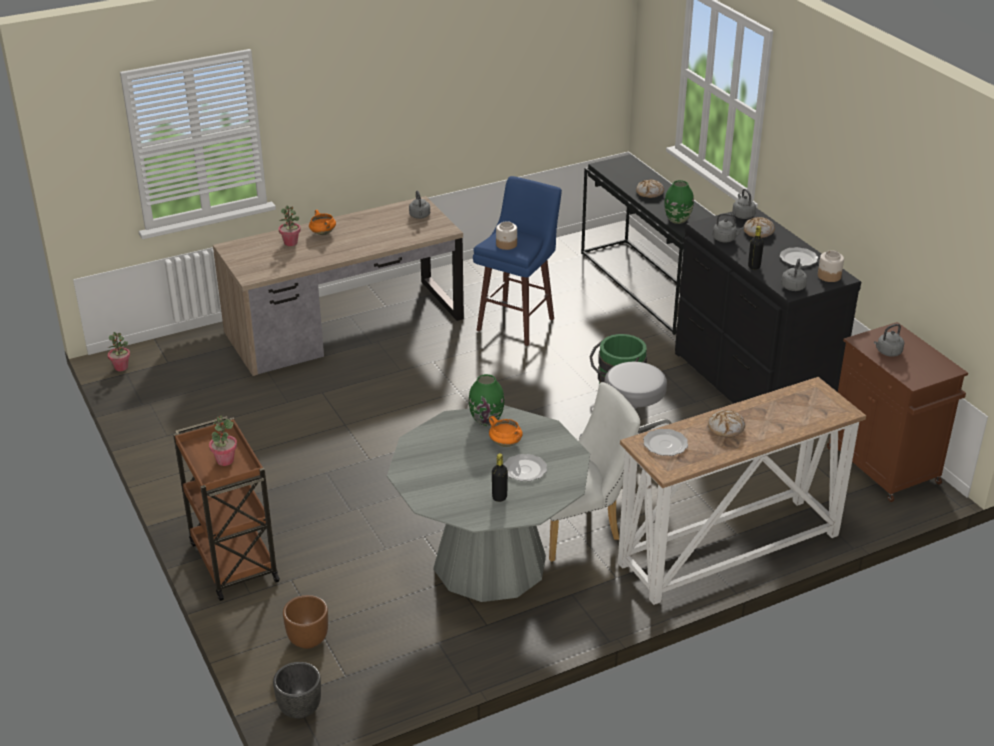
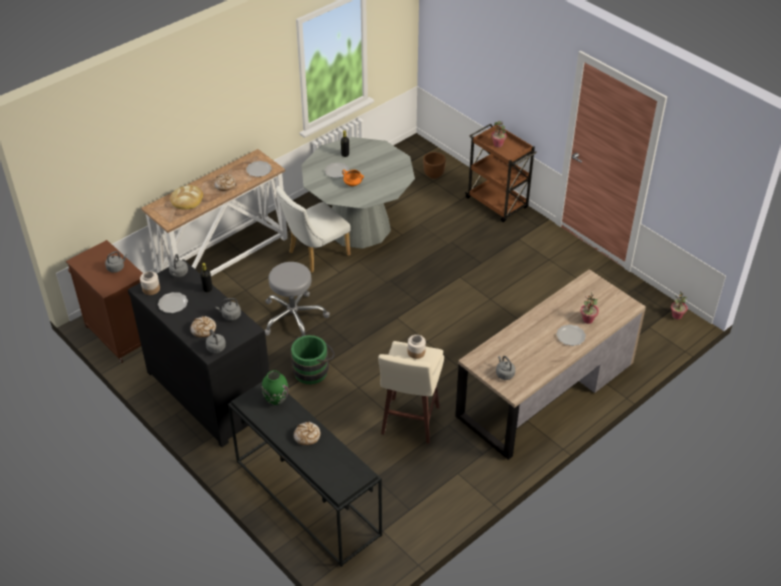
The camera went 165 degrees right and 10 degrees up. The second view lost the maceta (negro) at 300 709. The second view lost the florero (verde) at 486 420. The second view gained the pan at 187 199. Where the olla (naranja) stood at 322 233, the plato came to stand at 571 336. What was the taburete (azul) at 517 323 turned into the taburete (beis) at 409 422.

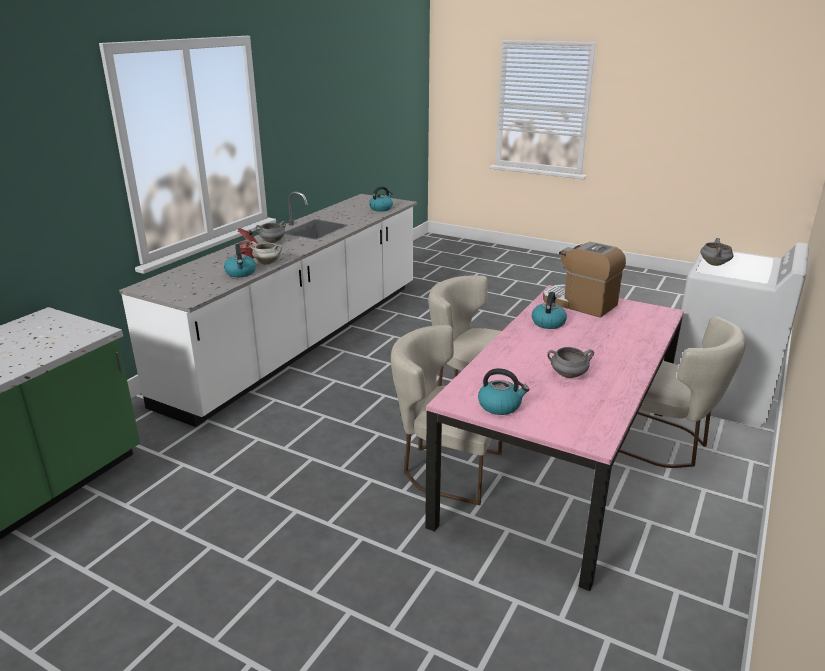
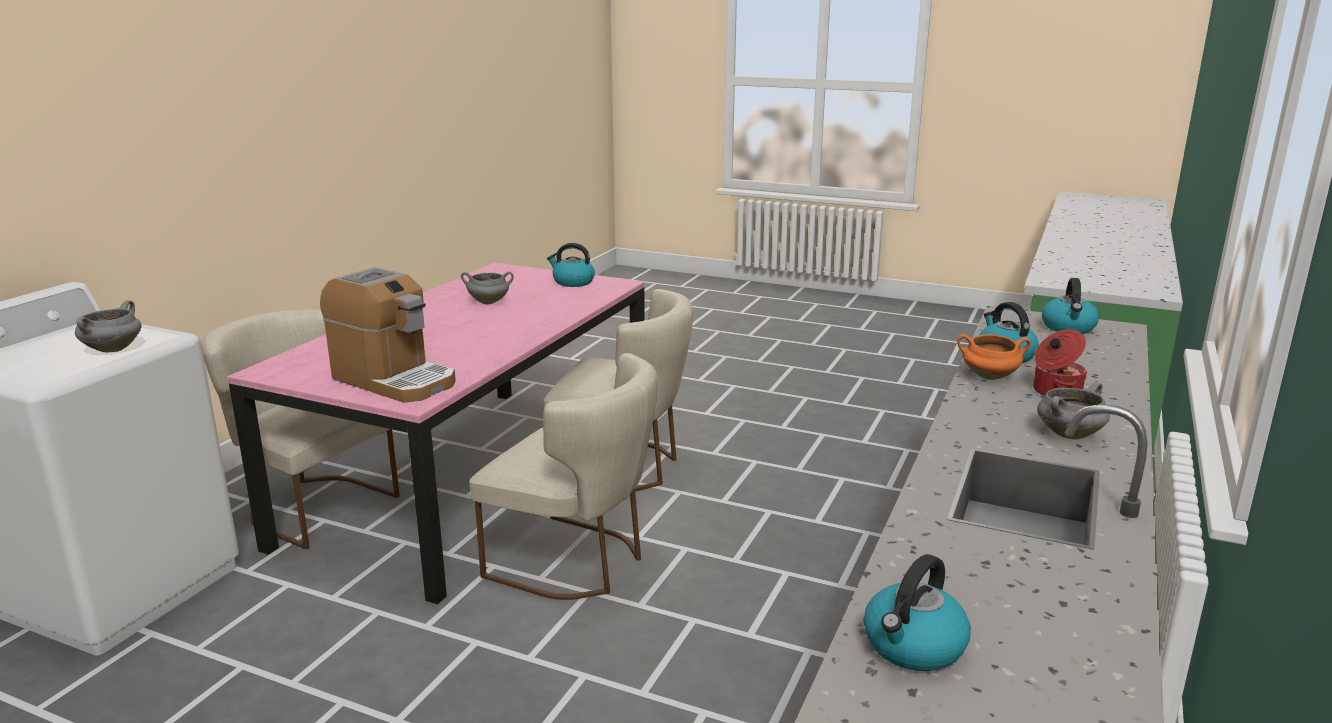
The camera went 175 degrees right and 5 degrees down. The hervidor ended up elsewhere, having gone from 548 323 to 1068 328. What was the olla (blanco) at 268 263 turned into the olla (naranja) at 989 377.

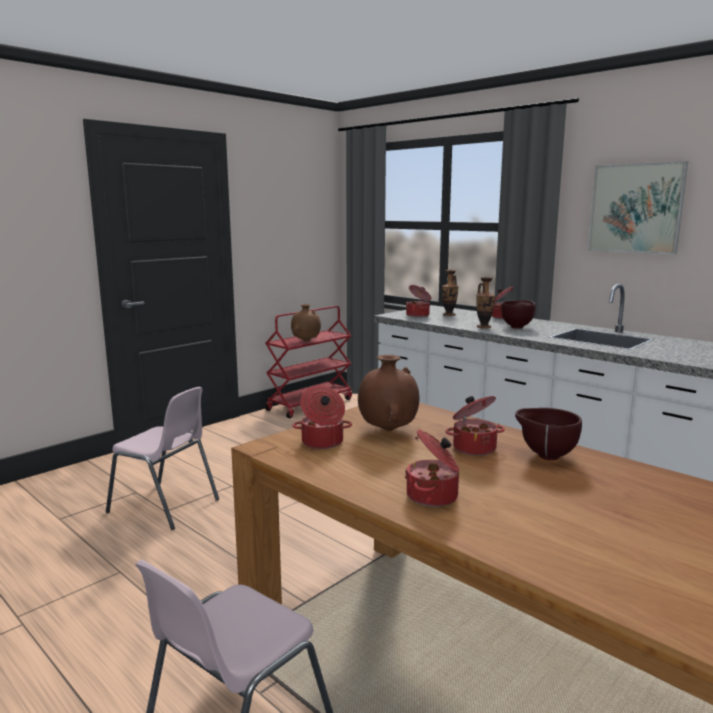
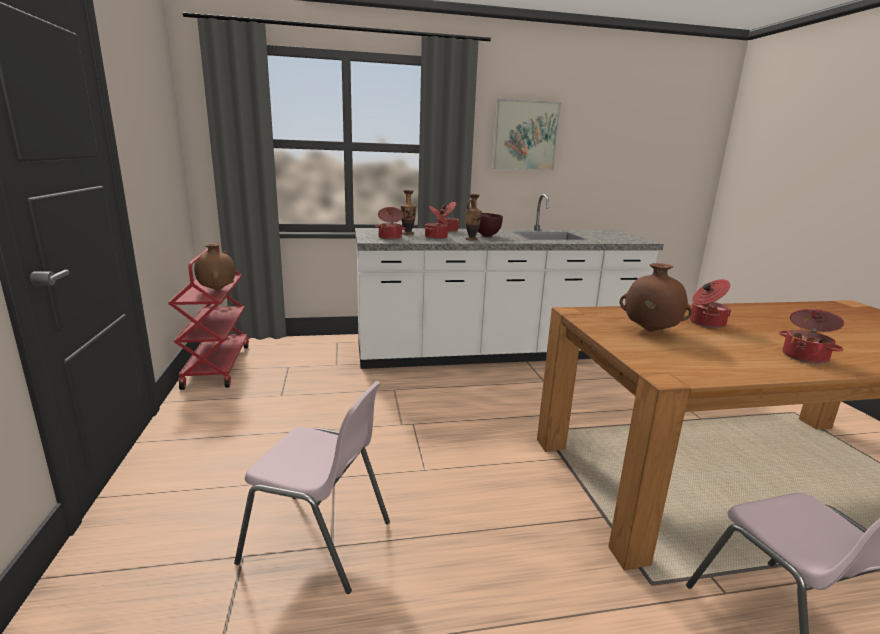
The camera went 55 degrees left and 5 degrees up. The second view lost the cuenco (marrón) at 545 456. The olla ended up elsewhere, having gone from 322 442 to 436 237. The silla (rosa) at 165 506 ended up facing another way, 45 degrees clockwise from before.

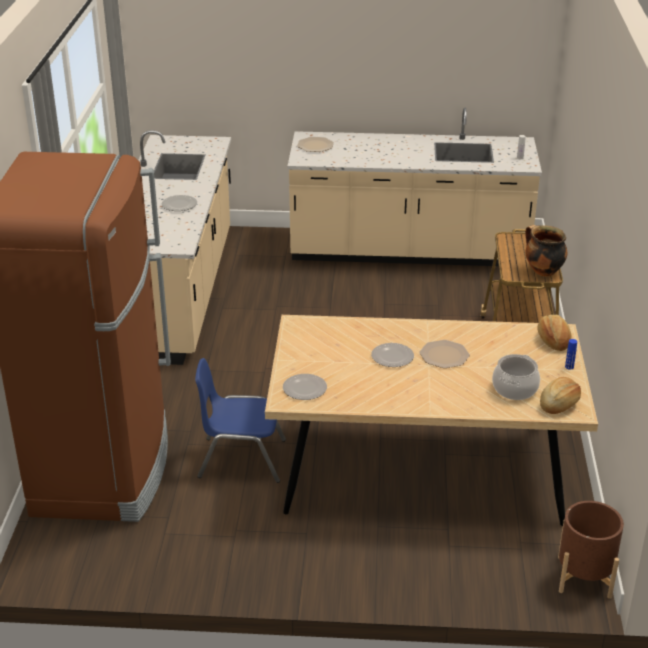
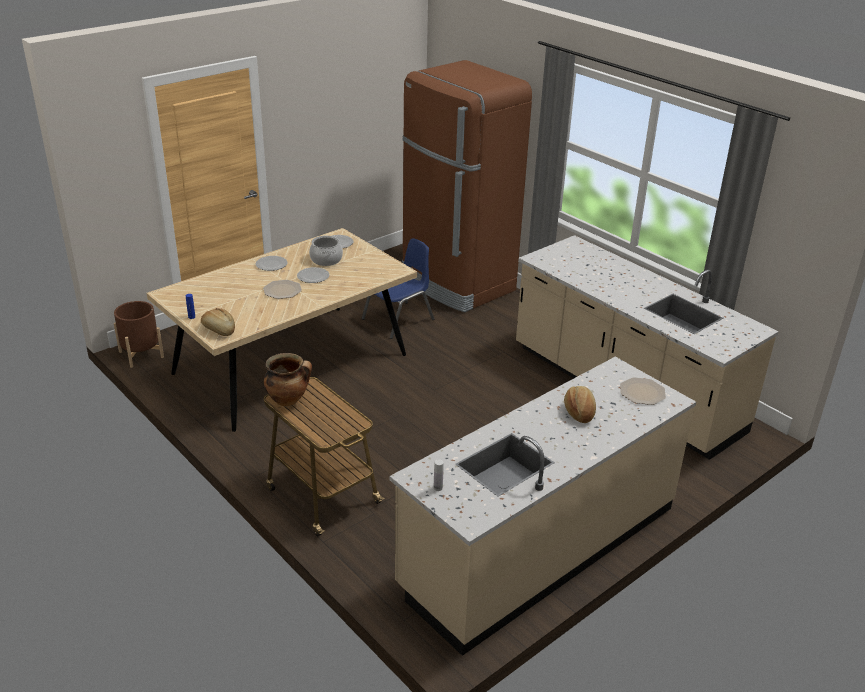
The camera went 135 degrees right and 0 degrees up. The plato ended up elsewhere, having gone from 179 204 to 272 265. The olla ended up elsewhere, having gone from 514 388 to 326 260. The pan ended up elsewhere, having gone from 559 404 to 579 411.

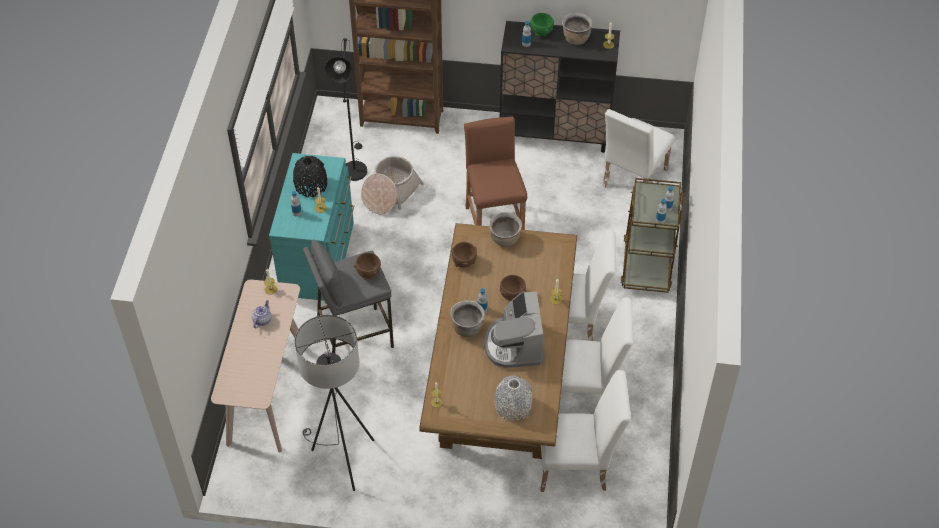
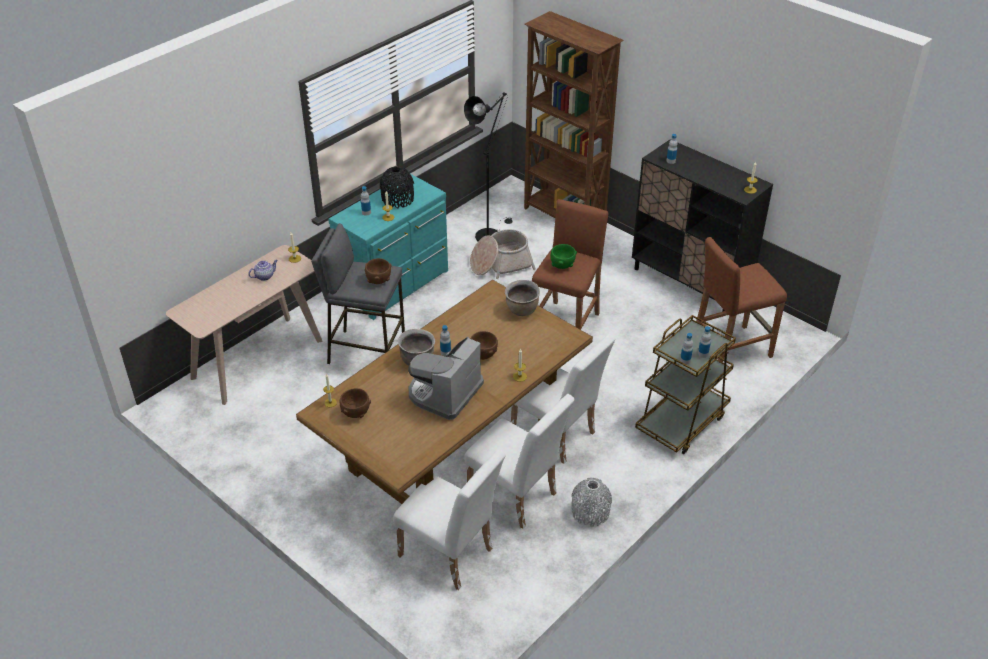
The camera went 35 degrees right and 10 degrees down. The second view lost the lámpara de pie (gris) at 341 459. The second view lost the olla (marrón) at 575 39. The cuenco (marrón) ended up elsewhere, having gone from 464 262 to 355 413. The florero (gris) ended up elsewhere, having gone from 513 406 to 590 512. The cuenco (verde) ended up elsewhere, having gone from 541 32 to 562 265. Where the silla (blanco) stood at 631 181, the taburete (marrón) came to stand at 730 349.

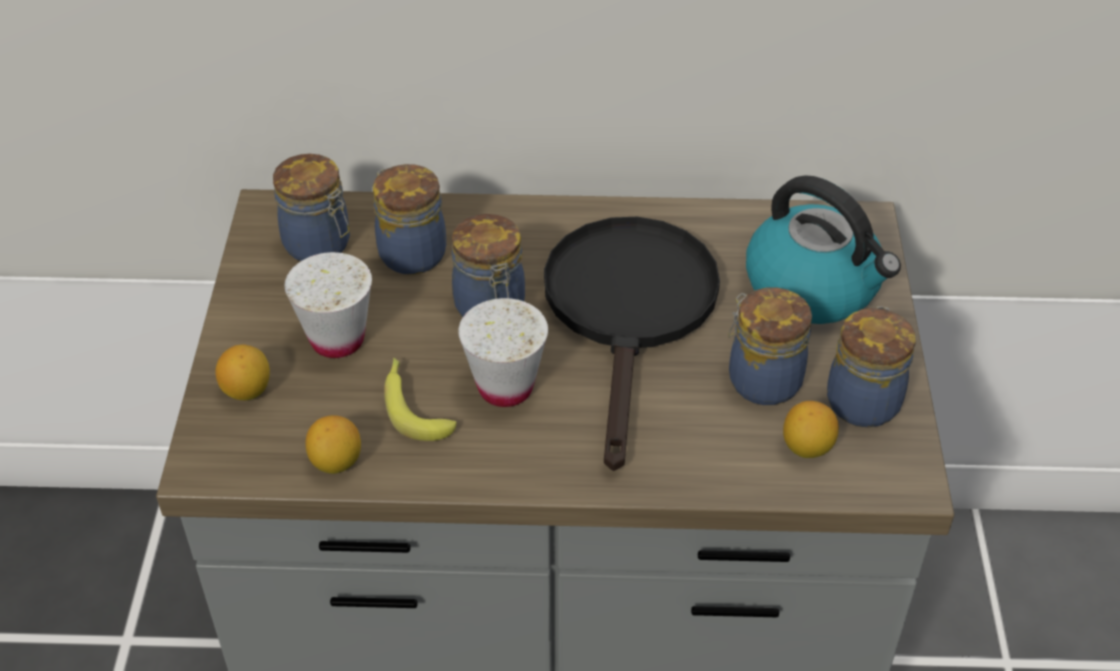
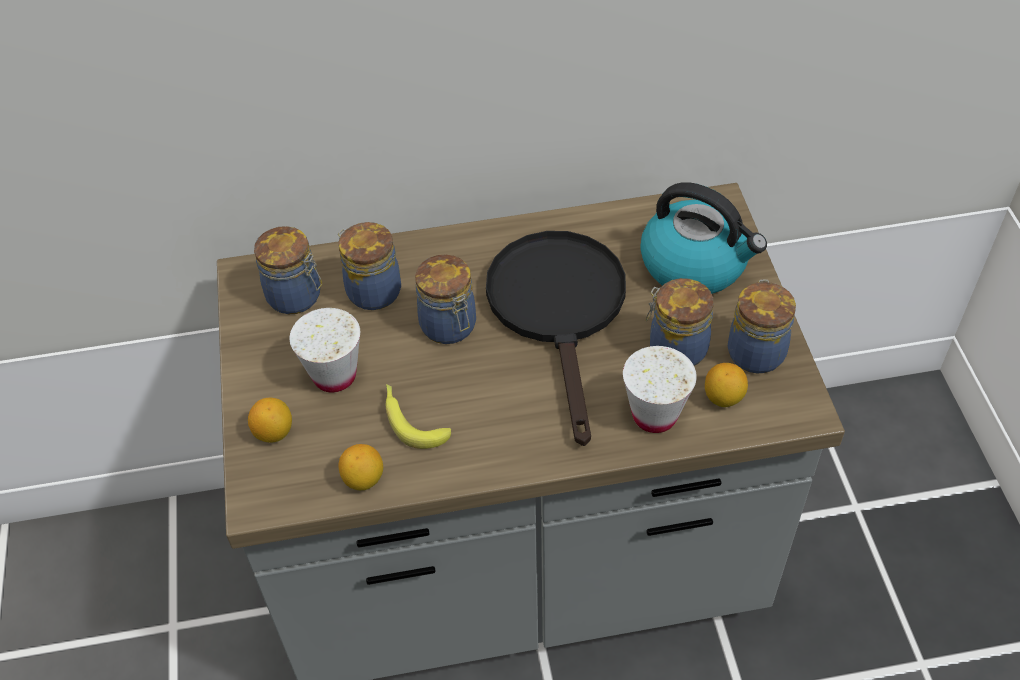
The camera went 10 degrees left and 5 degrees up. The taza (blanco) ended up elsewhere, having gone from 505 387 to 654 415.

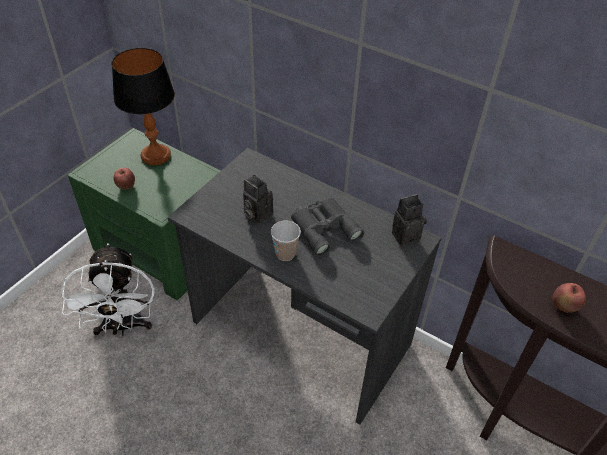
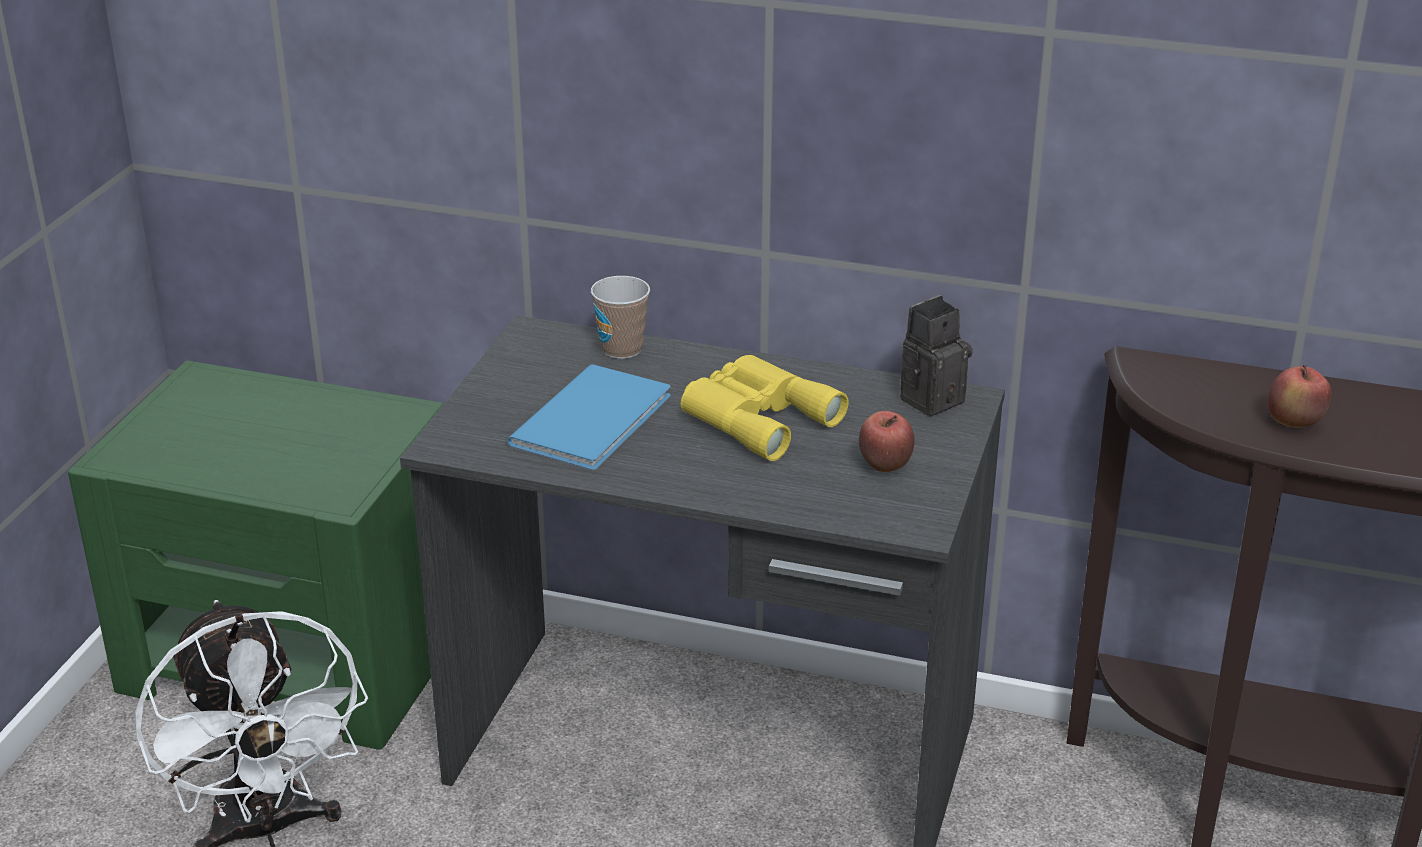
The camera went 15 degrees left and 15 degrees down. The second view lost the lámpara de mesa at 155 156. The manzana ended up elsewhere, having gone from 126 186 to 885 467. The taza ended up elsewhere, having gone from 285 254 to 622 349. Where the cámara stood at 256 214, the libro (azul) came to stand at 597 419. What was the prismáticos (gris) at 324 228 turned into the prismáticos (amarillo) at 755 416.

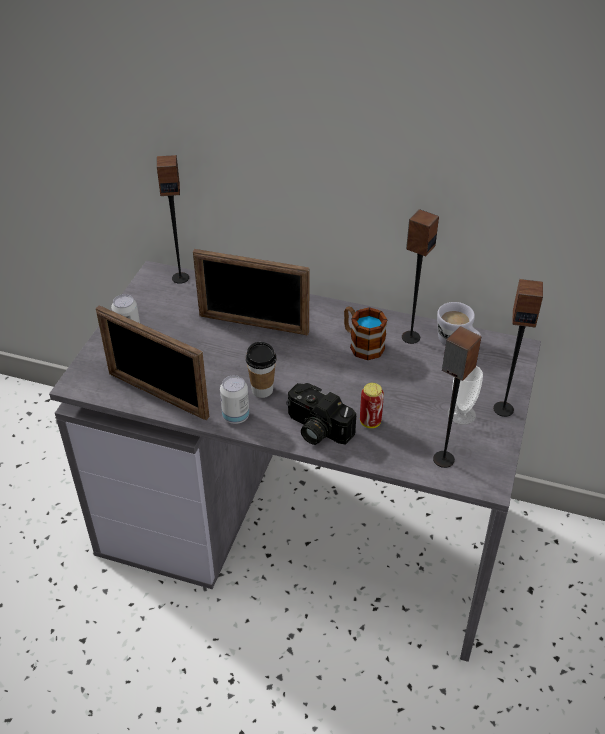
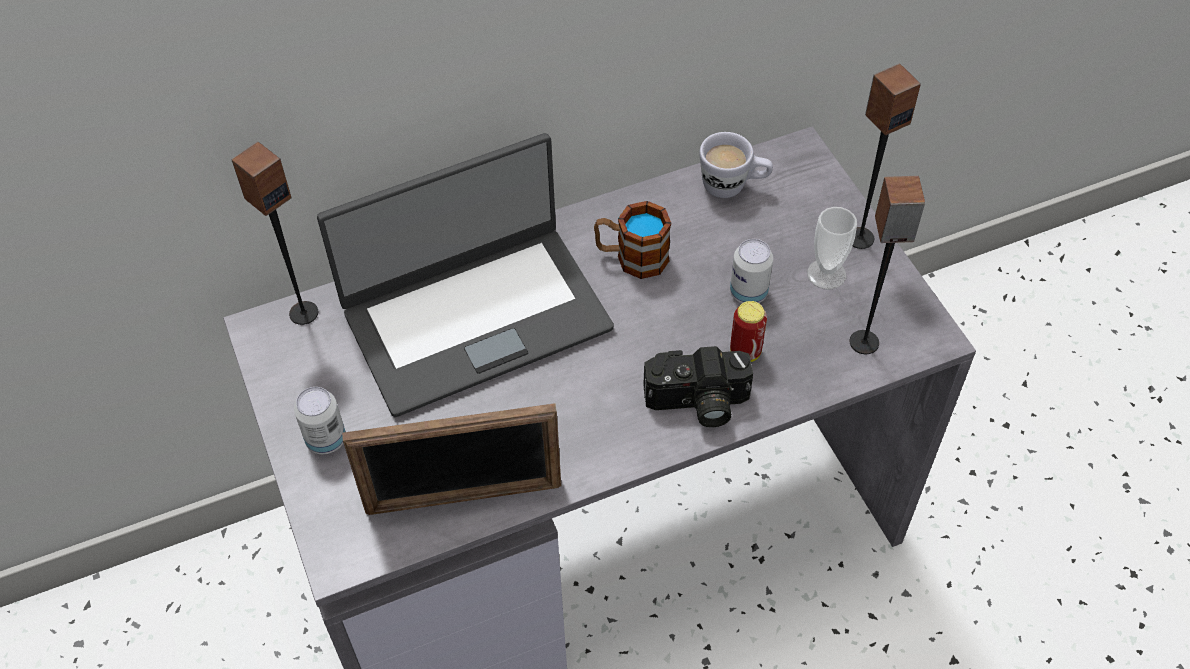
The camera went 40 degrees left and 10 degrees up. The second view lost the taza at 262 390. The second view lost the altavoz at 410 337. The lata ended up elsewhere, having gone from 235 416 to 748 293. Where the portarretratos stood at 253 324, the portátil came to stand at 475 317.

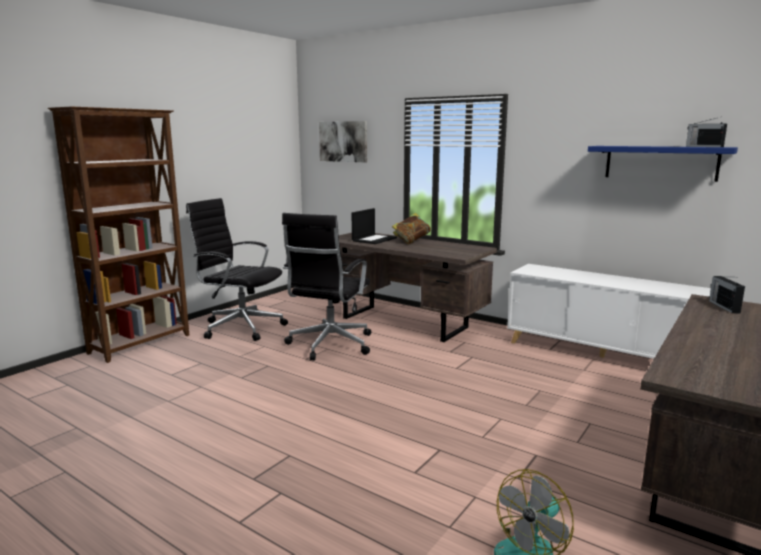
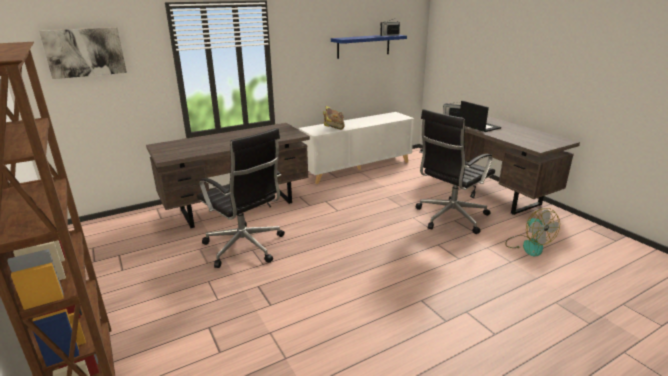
The camera went 65 degrees left and 10 degrees up. The silla de oficina (negro) ended up elsewhere, having gone from 241 327 to 449 217. The portátil ended up elsewhere, having gone from 374 239 to 478 126. The libro ended up elsewhere, having gone from 411 241 to 333 127.

